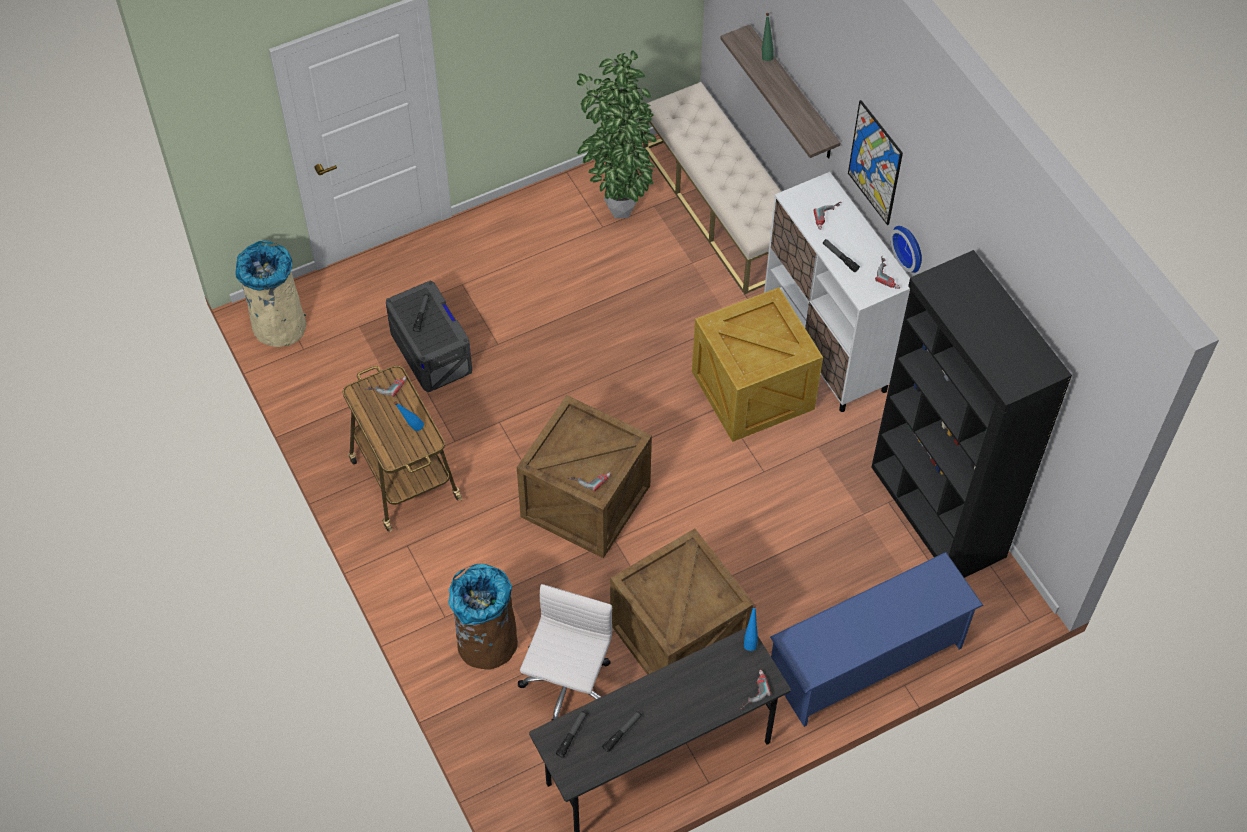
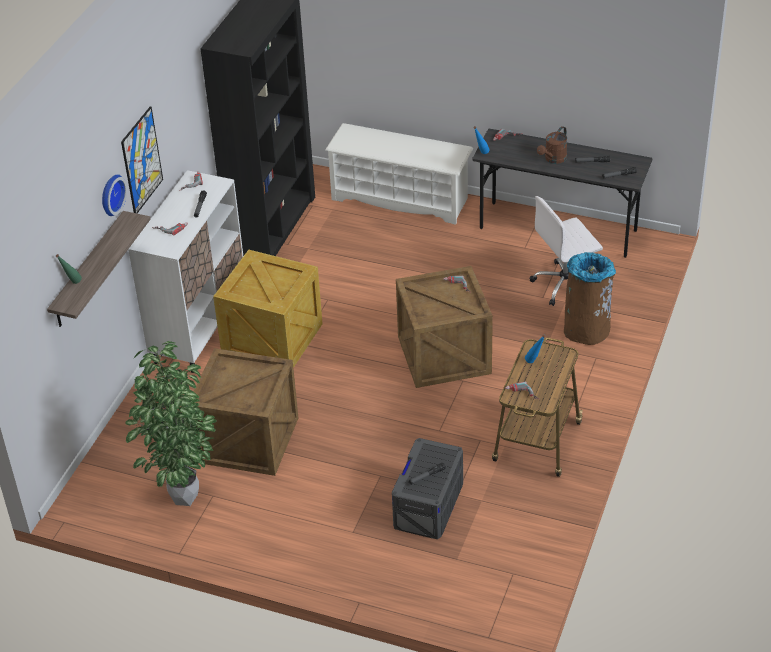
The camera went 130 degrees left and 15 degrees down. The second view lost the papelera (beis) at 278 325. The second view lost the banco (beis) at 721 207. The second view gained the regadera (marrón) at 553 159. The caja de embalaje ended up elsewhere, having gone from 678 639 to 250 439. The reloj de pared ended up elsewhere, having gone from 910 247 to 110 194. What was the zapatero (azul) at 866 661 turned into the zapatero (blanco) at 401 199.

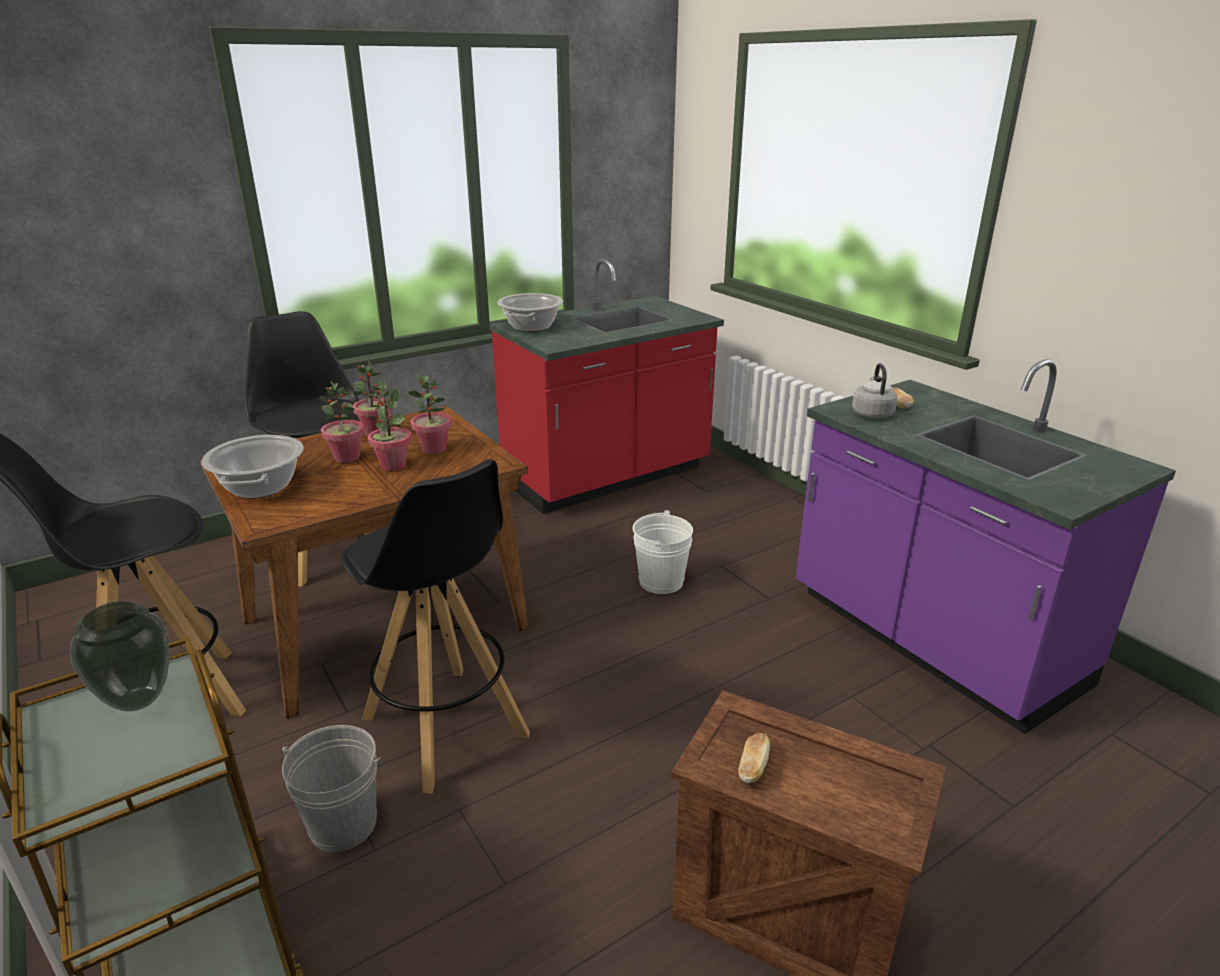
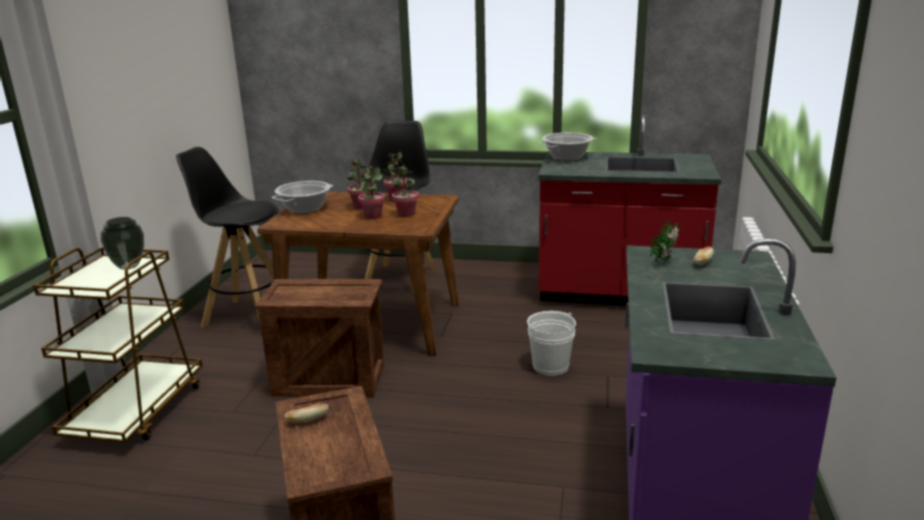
The camera went 45 degrees right and 5 degrees down. The second view lost the cubo (gris) at 343 824. Where the taburete (negro) stood at 446 727, the caja de embalaje came to stand at 328 380. Where the hervidor (gris) stood at 871 413, the planta en maceta came to stand at 665 261.

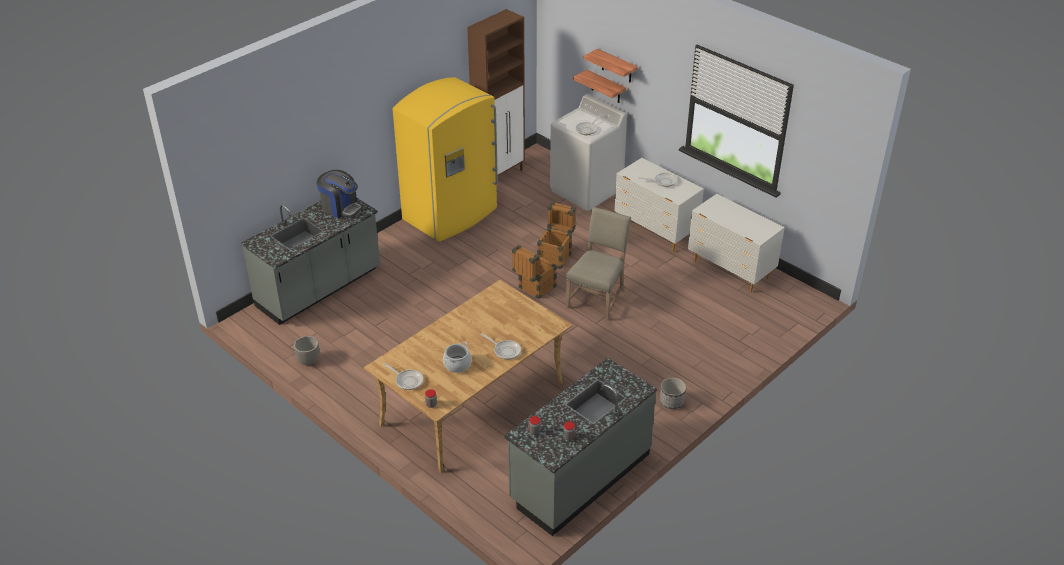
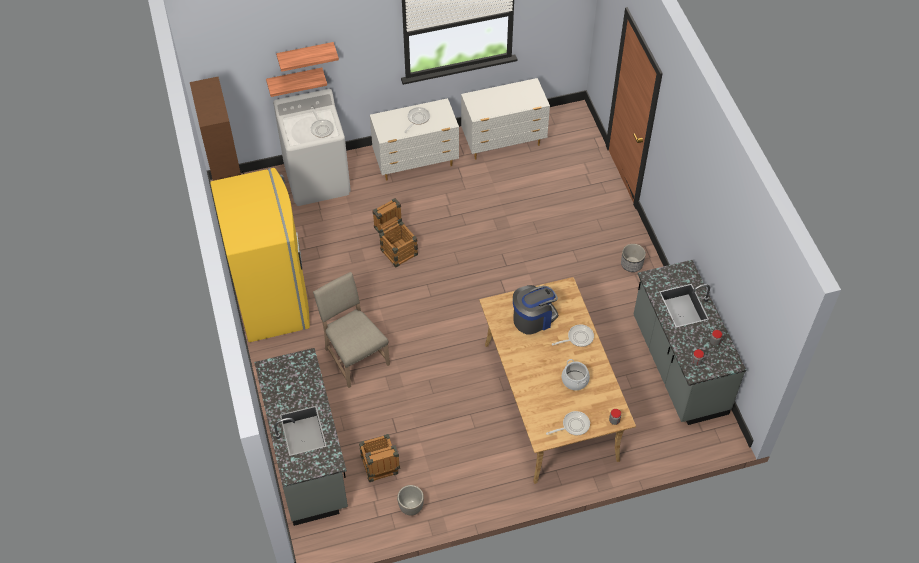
The camera went 60 degrees left and 15 degrees up. The cafetera ended up elsewhere, having gone from 341 207 to 533 318. The caja de embalaje ended up elsewhere, having gone from 534 289 to 380 470. The silla (beis) ended up elsewhere, having gone from 597 299 to 354 356.

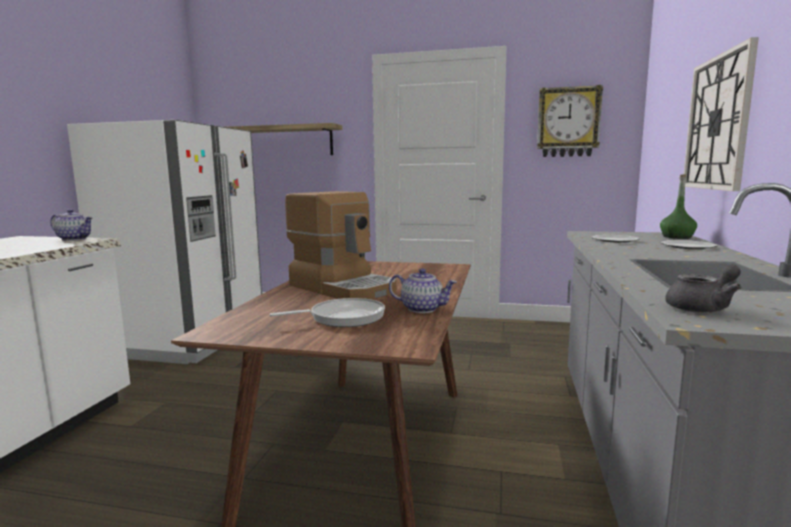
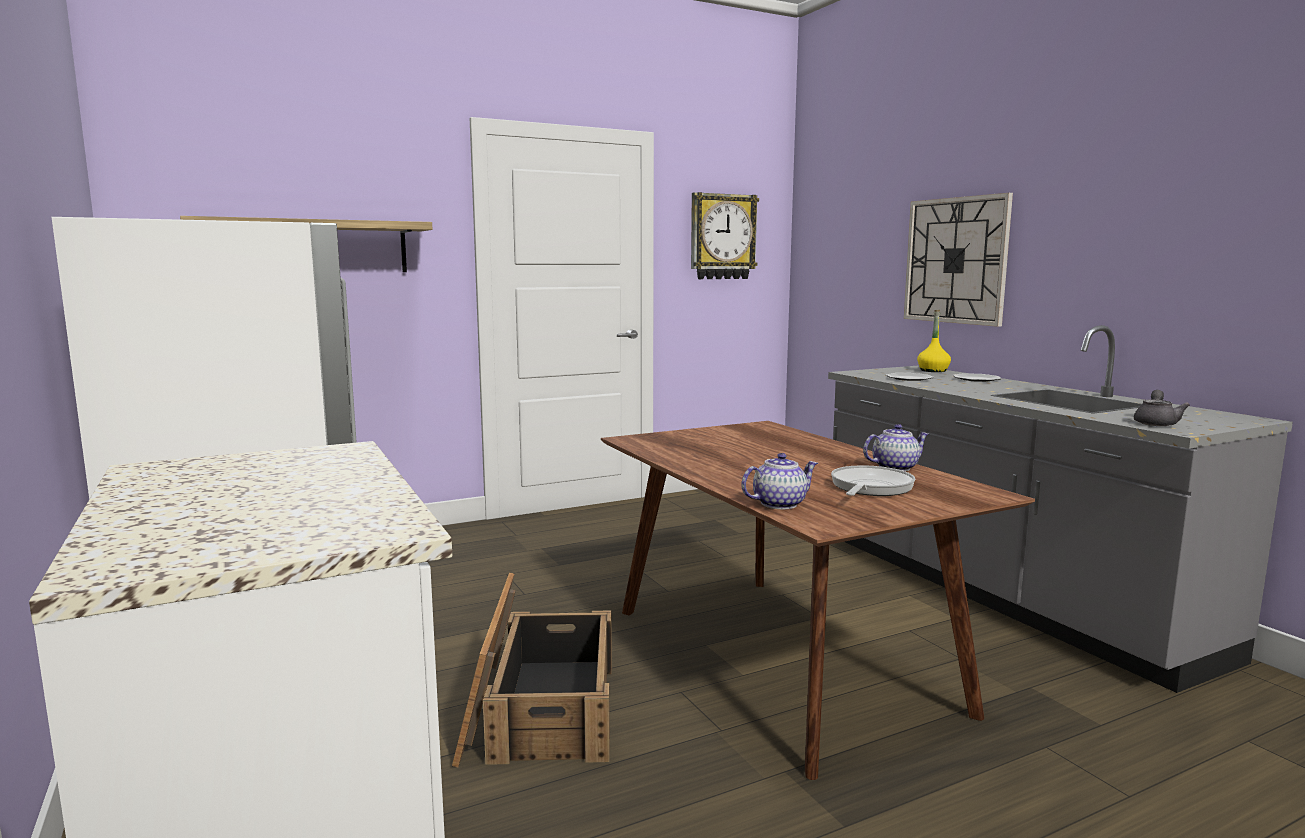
The camera went 40 degrees left and 0 degrees up. The second view lost the cafetera at 344 288. The second view gained the caja de embalaje at 538 708. The tetera ended up elsewhere, having gone from 75 239 to 779 504. What was the botella (verde) at 676 237 turned into the botella (amarillo) at 933 370.

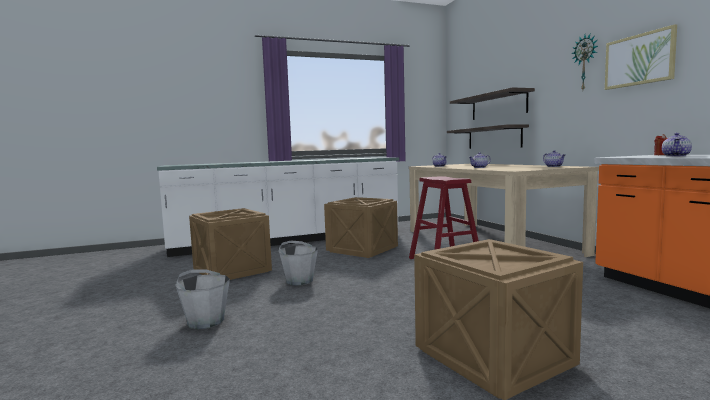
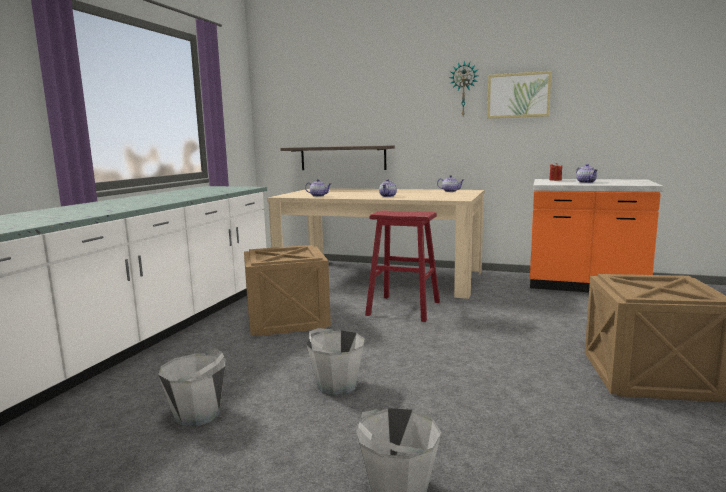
The camera went 50 degrees left and 5 degrees up. The second view lost the estante at 498 106. Where the caja de embalaje stood at 232 271, the cubo (gris) came to stand at 198 414.

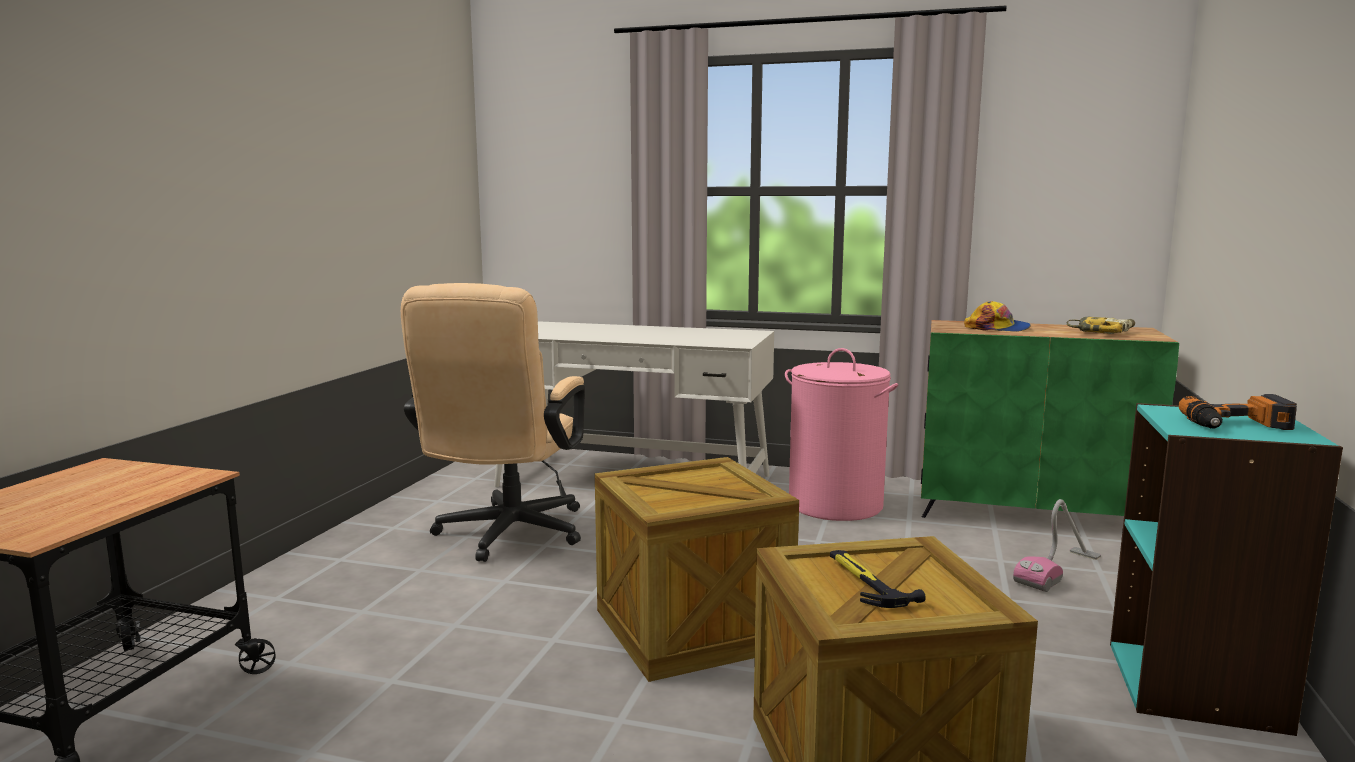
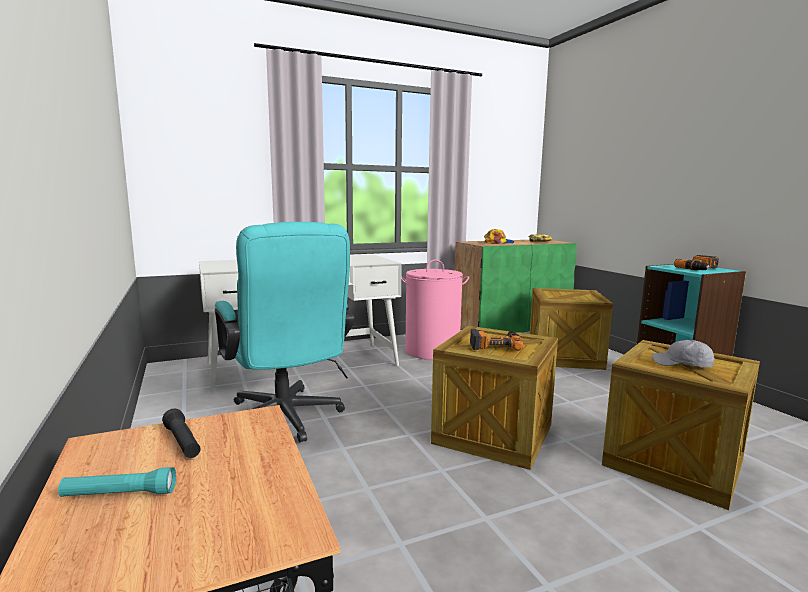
The camera went 40 degrees left and 0 degrees up. The second view gained the linterna (turquesa) at 119 494. The second view gained the linterna (negro) at 182 442. The second view gained the taladro at 495 345. Where the martillo stood at 865 581, the gorra (gris) came to stand at 682 365. Where the aspiradora stood at 1058 570, the caja de embalaje came to stand at 564 357. What was the silla de oficina (beis) at 505 536 turned into the silla de oficina (turquesa) at 286 420.

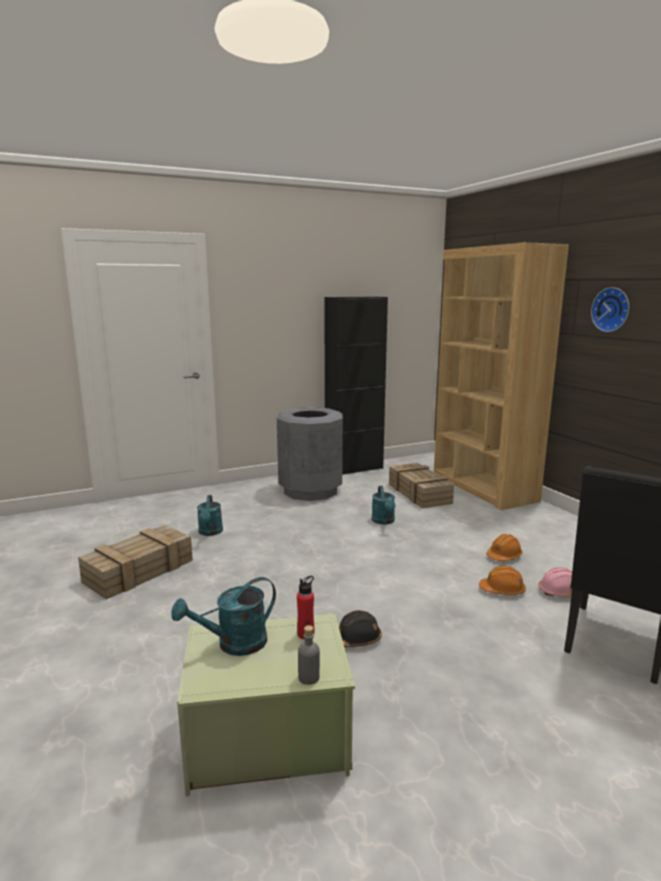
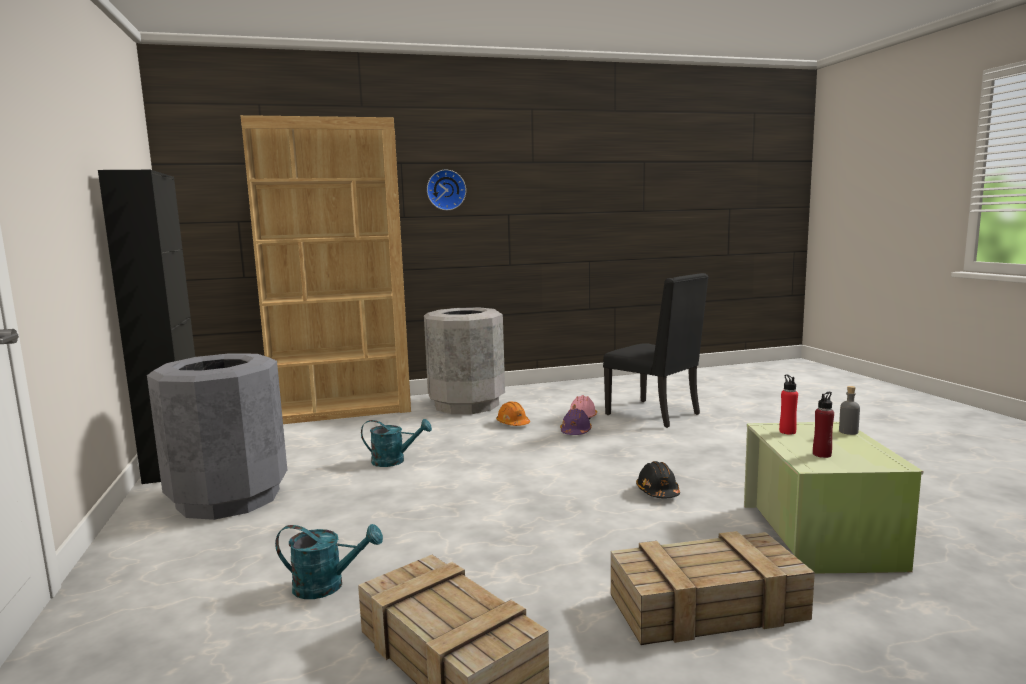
The camera went 80 degrees left and 5 degrees down. The second view gained the papelera (gris) at 467 405. The caja de embalaje ended up elsewhere, having gone from 420 493 to 709 606. Where the regadera (turquesa) stood at 234 644, the botella (rojo) came to stand at 822 454. What was the casco (naranja) at 502 590 turned into the casco (morado) at 575 432.

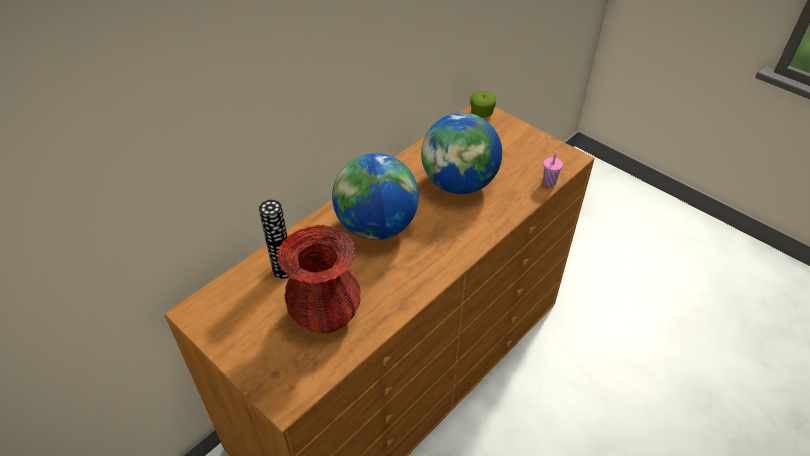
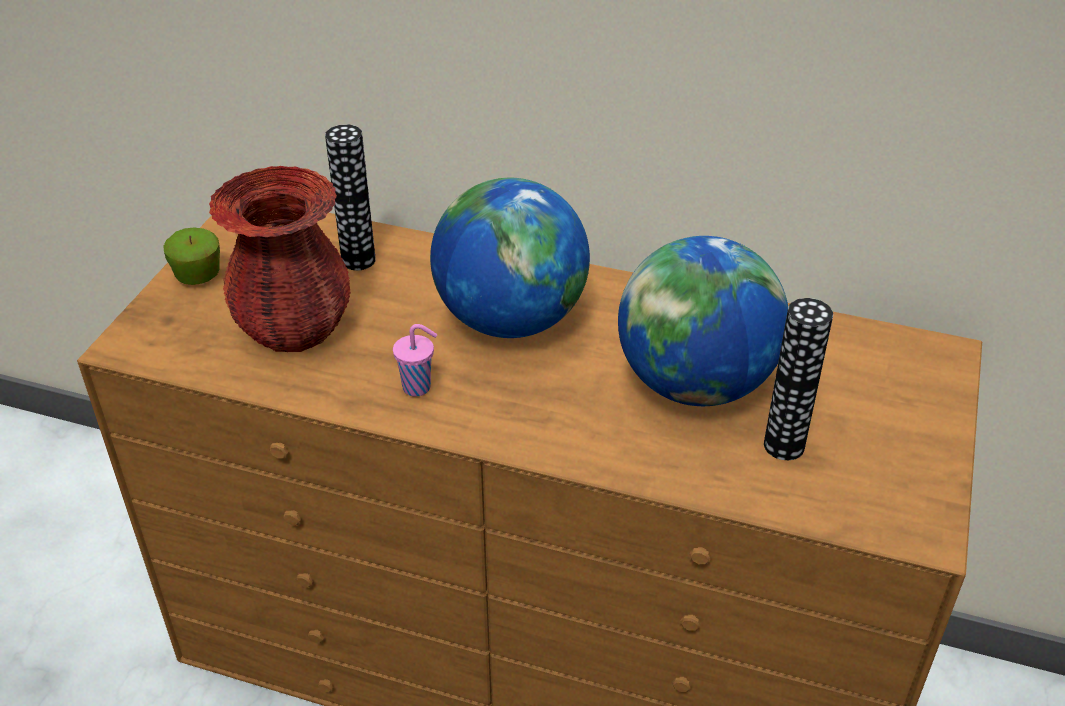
The camera went 65 degrees right and 5 degrees down. The second view gained the florero at 784 445. The manzana ended up elsewhere, having gone from 481 113 to 198 275. The taza (rosa) ended up elsewhere, having gone from 549 182 to 418 387.

